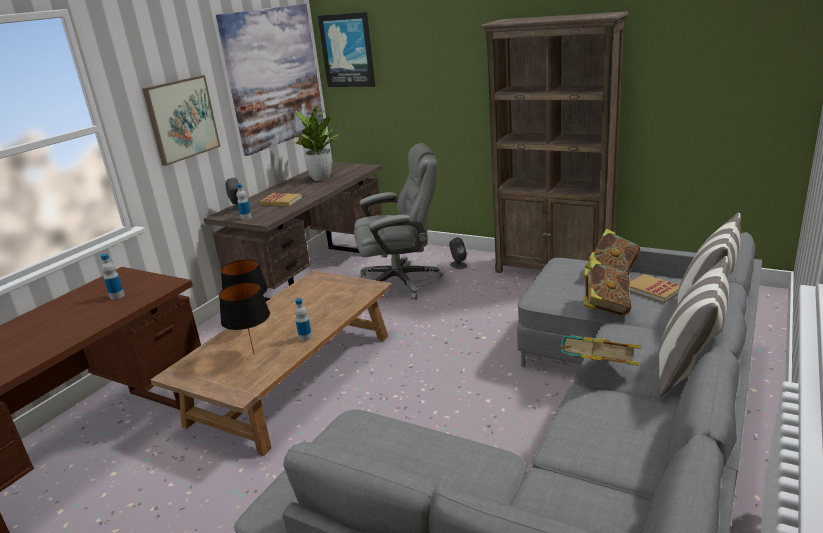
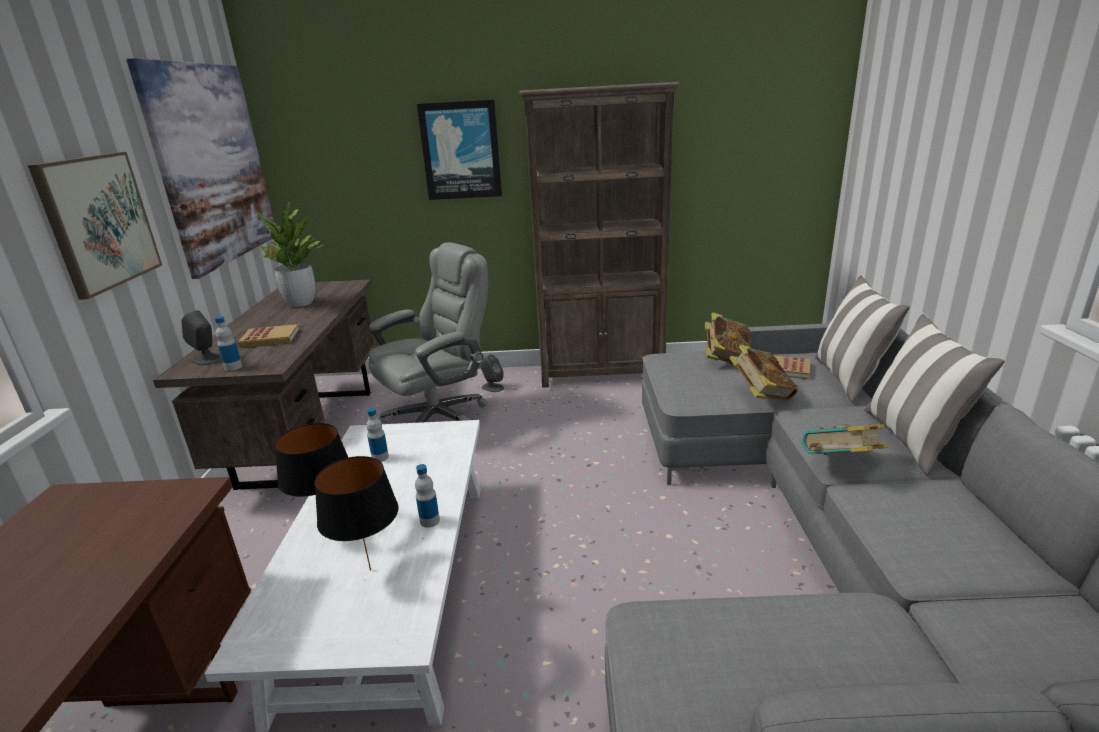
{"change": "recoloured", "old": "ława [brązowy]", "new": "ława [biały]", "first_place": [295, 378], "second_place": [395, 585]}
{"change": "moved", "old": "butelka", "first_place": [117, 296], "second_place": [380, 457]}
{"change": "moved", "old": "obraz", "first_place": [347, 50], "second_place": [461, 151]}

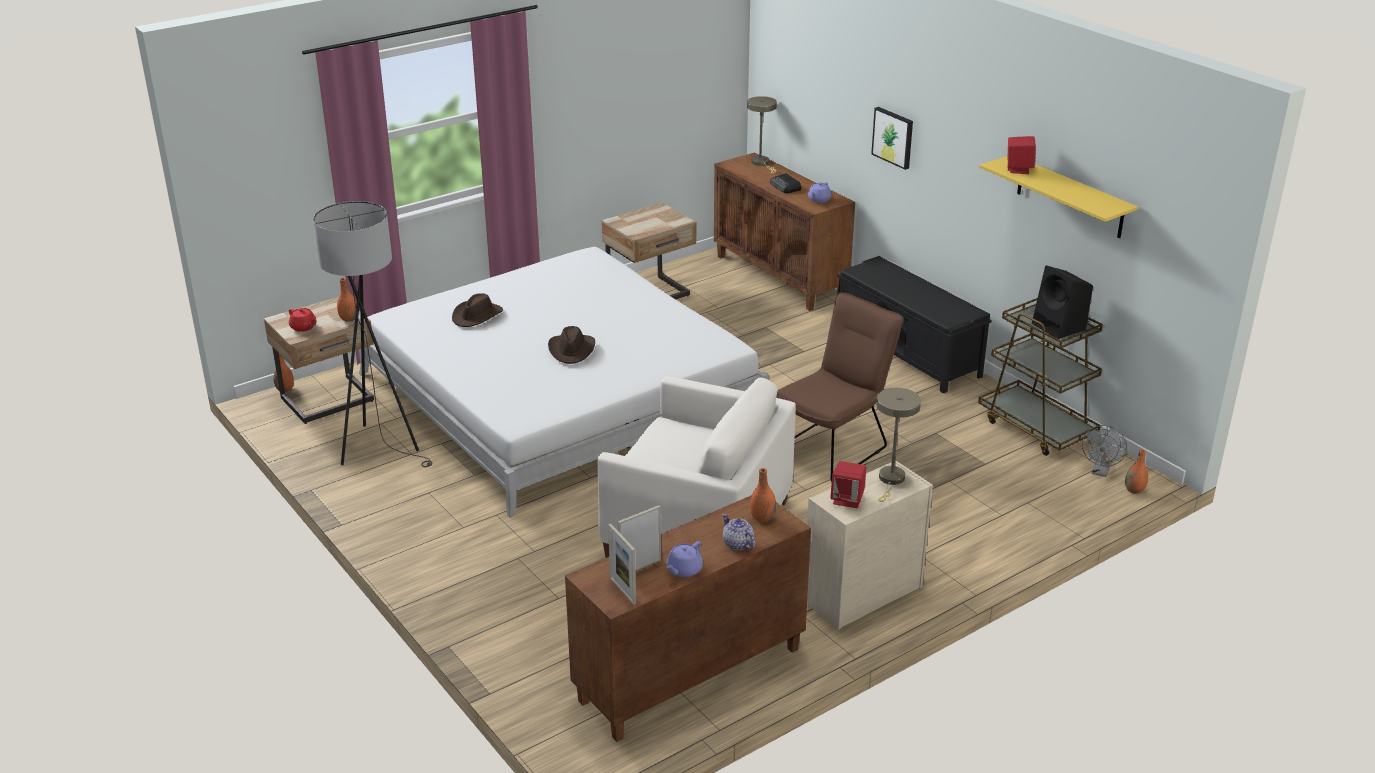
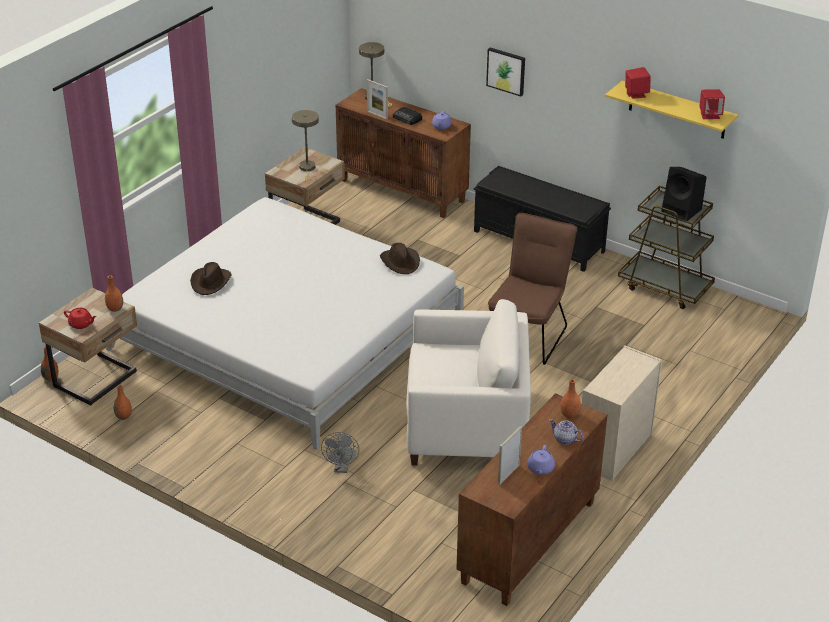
{"change": "moved", "old": "wazon [pomarańczowy]", "first_place": [1134, 490], "second_place": [123, 417]}
{"change": "moved", "old": "lampa stołowa [beżowy]", "first_place": [891, 480], "second_place": [307, 169]}
{"change": "moved", "old": "wentylator [szary]", "first_place": [1100, 472], "second_place": [342, 468]}
{"change": "moved", "old": "ramka na zdjęcie", "first_place": [622, 591], "second_place": [377, 115]}
{"change": "moved", "old": "kapelusz [brązowy]", "first_place": [572, 350], "second_place": [400, 262]}
{"change": "moved", "old": "głośnik [czerwony]", "first_place": [847, 500], "second_place": [710, 115]}
{"change": "removed", "old": "lampa stojąca [szary]", "first_place": [381, 447]}

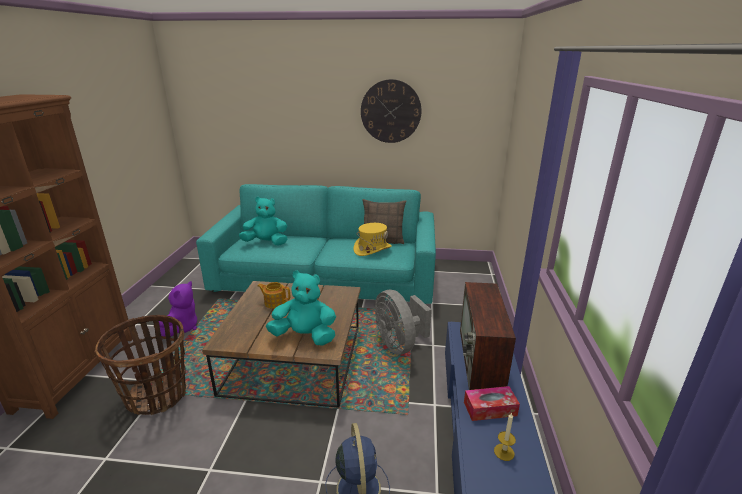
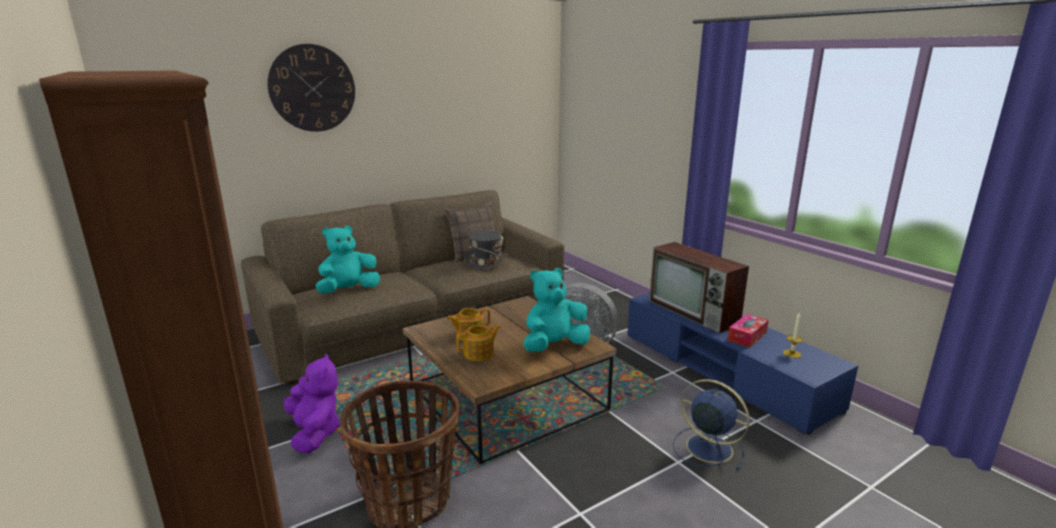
{"change": "recoloured", "old": "kanapa [turkusowy]", "new": "kanapa [brązowy]", "first_place": [325, 276], "second_place": [415, 320]}
{"change": "moved", "old": "zegar ścienny", "first_place": [390, 111], "second_place": [312, 88]}
{"change": "added", "new": "imbryk", "second_place": [479, 353]}
{"change": "recoloured", "old": "kapelusz [żółty]", "new": "kapelusz [szary]", "first_place": [372, 249], "second_place": [485, 262]}

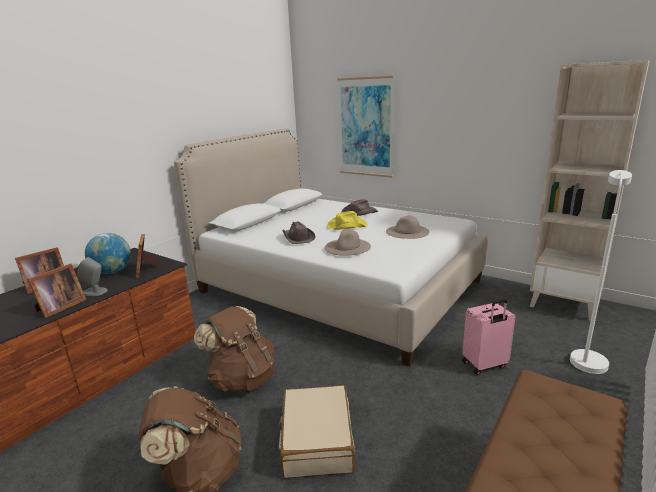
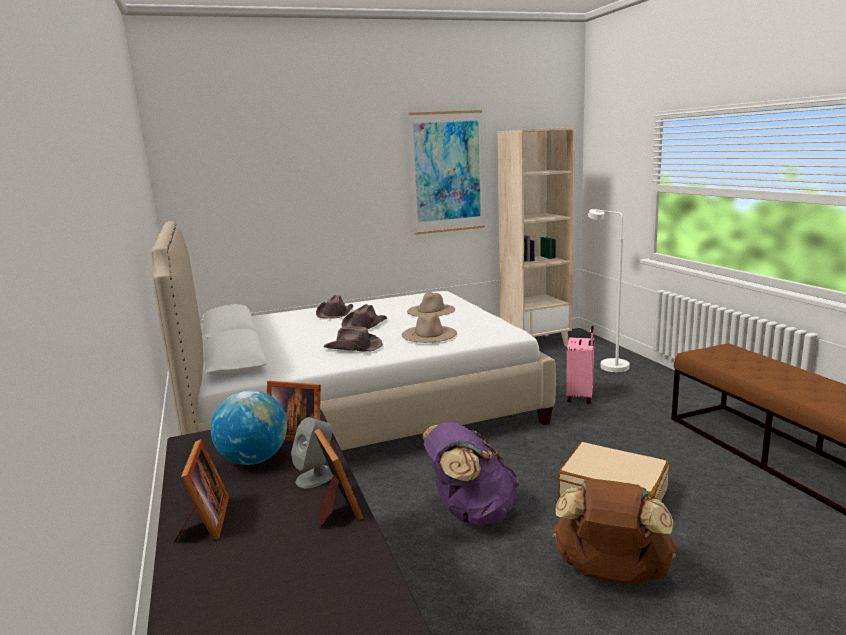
{"change": "recoloured", "old": "kapelusz [żółty]", "new": "kapelusz [brązowy]", "first_place": [346, 225], "second_place": [364, 324]}
{"change": "moved", "old": "obraz", "first_place": [365, 127], "second_place": [447, 172]}
{"change": "recoloured", "old": "plecak [brązowy]", "new": "plecak [fioletowy]", "first_place": [242, 379], "second_place": [471, 513]}

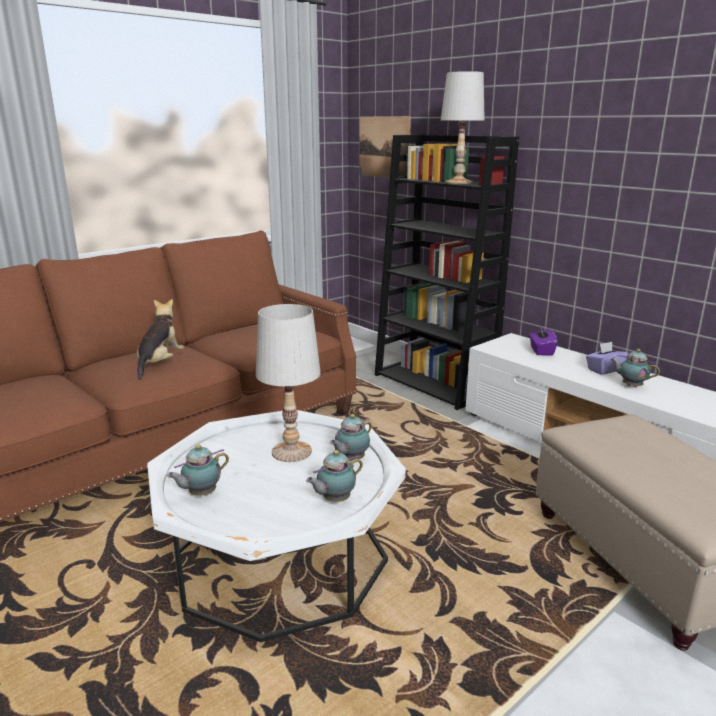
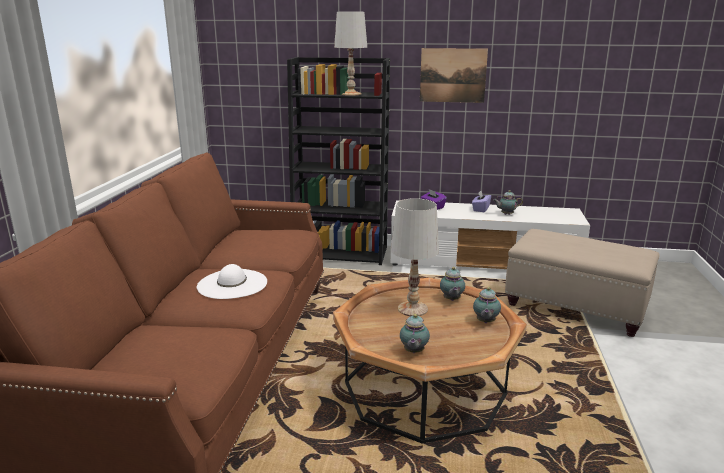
{"change": "replaced", "old": "pluszak", "new": "kapelusz [biały]", "first_place": [160, 363], "second_place": [232, 284]}
{"change": "recoloured", "old": "ława [biały]", "new": "ława [brązowy]", "first_place": [280, 559], "second_place": [424, 389]}
{"change": "moved", "old": "obraz", "first_place": [384, 147], "second_place": [453, 75]}

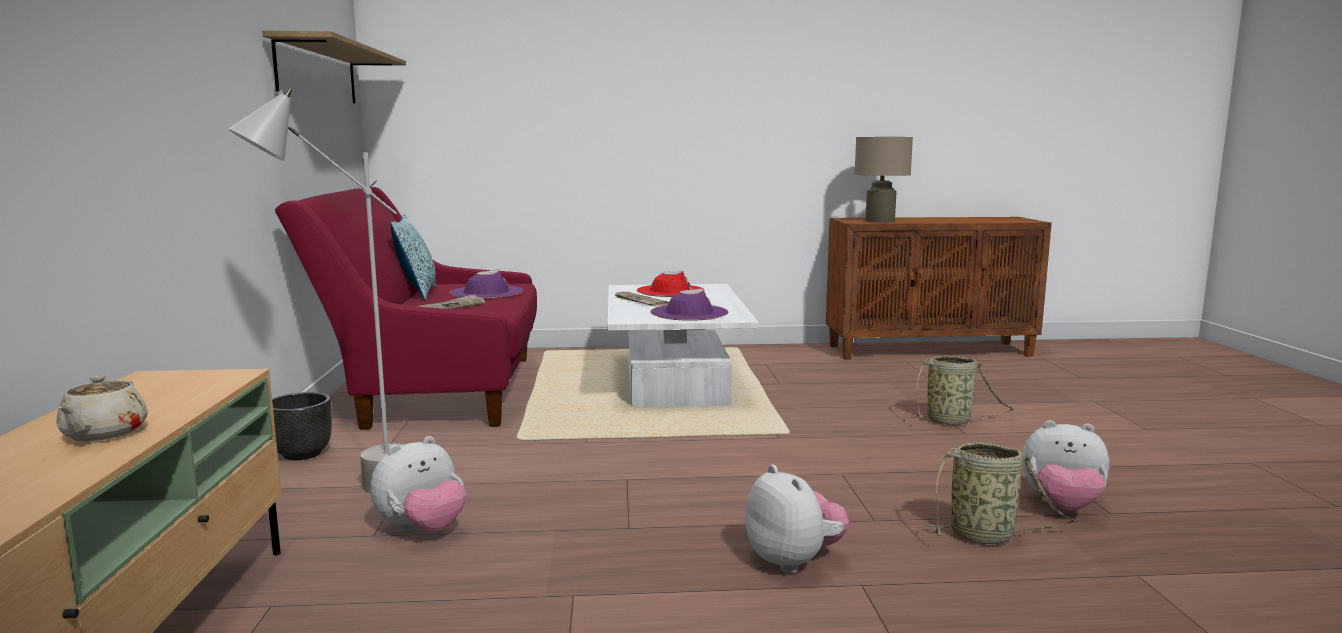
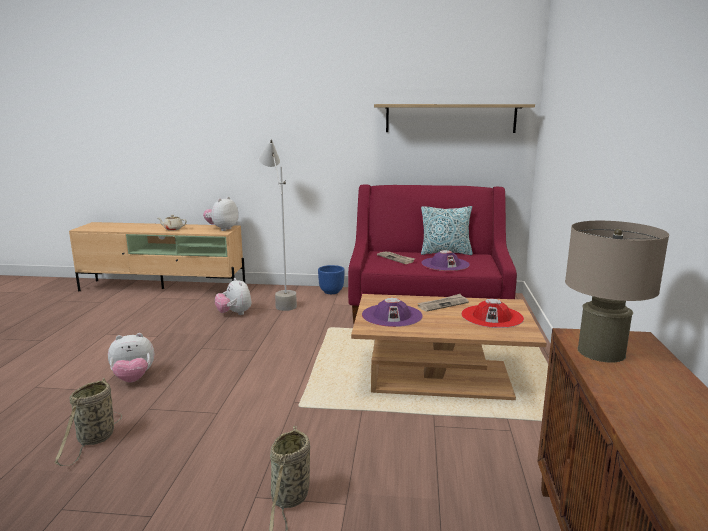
{"change": "moved", "old": "pluszak", "first_place": [1062, 507], "second_place": [222, 229]}
{"change": "recoloured", "old": "donica [czarny]", "new": "donica [niebieski]", "first_place": [302, 454], "second_place": [331, 291]}
{"change": "recoloured", "old": "ława [biały]", "new": "ława [brązowy]", "first_place": [674, 382], "second_place": [440, 378]}

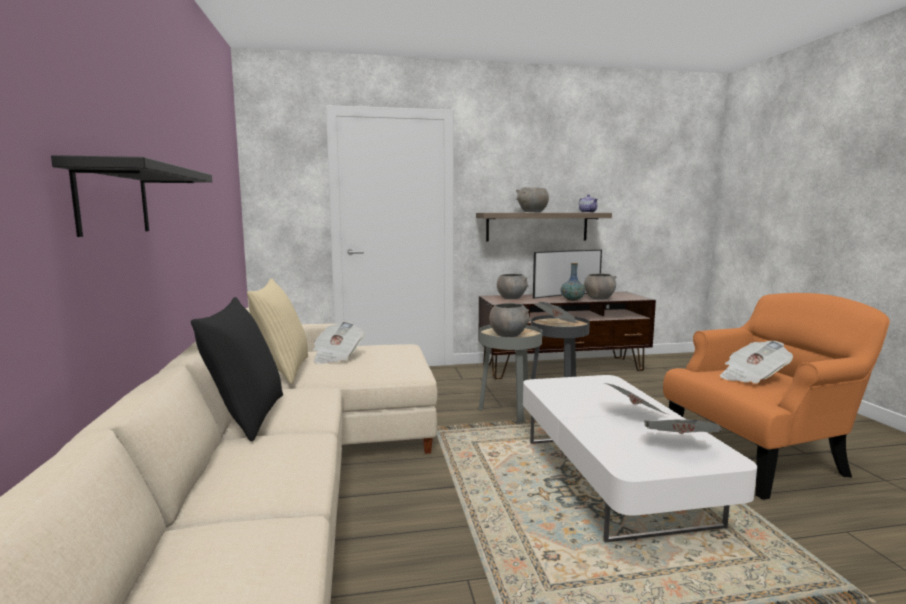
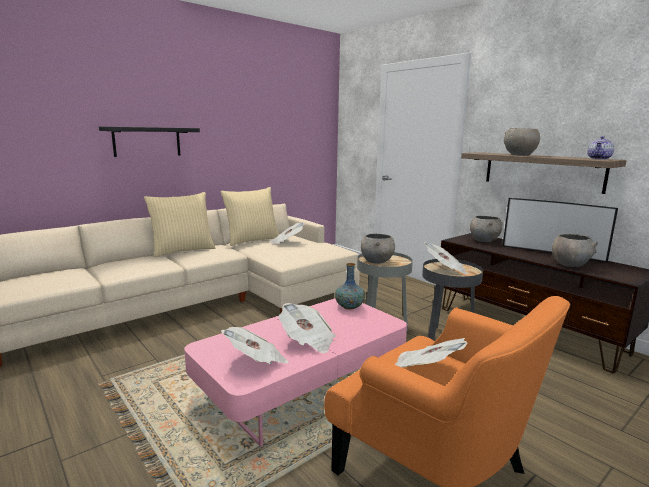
{"change": "recoloured", "old": "poduszka [czarny]", "new": "poduszka [beżowy]", "first_place": [246, 417], "second_place": [182, 250]}
{"change": "recoloured", "old": "ława [biały]", "new": "ława [różowy]", "first_place": [613, 479], "second_place": [303, 386]}
{"change": "moved", "old": "wazon", "first_place": [572, 300], "second_place": [349, 307]}

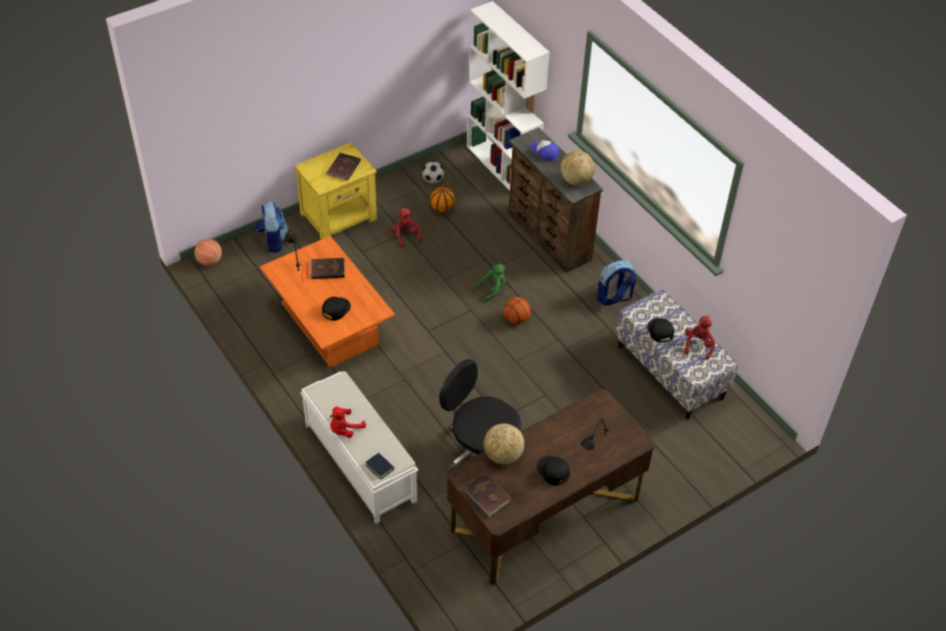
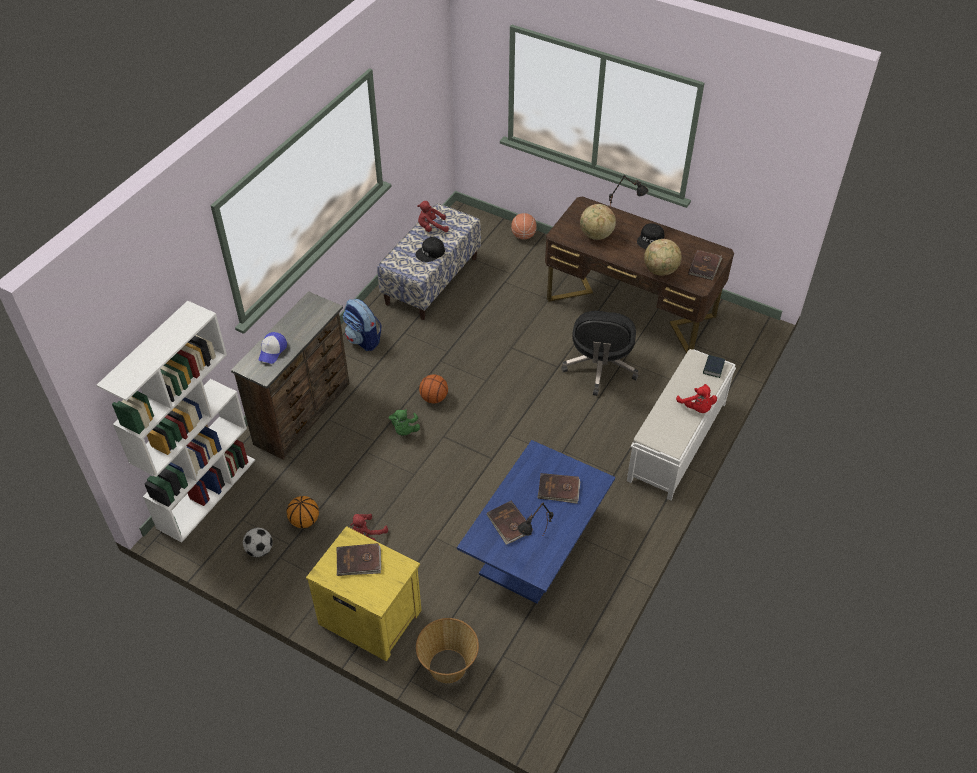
{"change": "turned", "old": "pluszak [zielony]", "first_place": [493, 289], "second_place": [404, 430], "degrees": -120}
{"change": "replaced", "old": "plecak", "new": "koszyk", "first_place": [272, 241], "second_place": [448, 666]}
{"change": "recoloured", "old": "ława [pomarańczowy]", "new": "ława [niebieski]", "first_place": [329, 323], "second_place": [536, 545]}
{"change": "moved", "old": "piłka do koszykówki", "first_place": [210, 261], "second_place": [523, 235]}
{"change": "replaced", "old": "czapka z daszkiem [czarny]", "new": "książka [brązowy]", "first_place": [335, 309], "second_place": [558, 489]}
{"change": "moved", "old": "globus", "first_place": [576, 180], "second_place": [596, 235]}
{"change": "turned", "old": "pluszak [czerwony]", "first_place": [345, 429], "second_place": [696, 408], "degrees": 45}

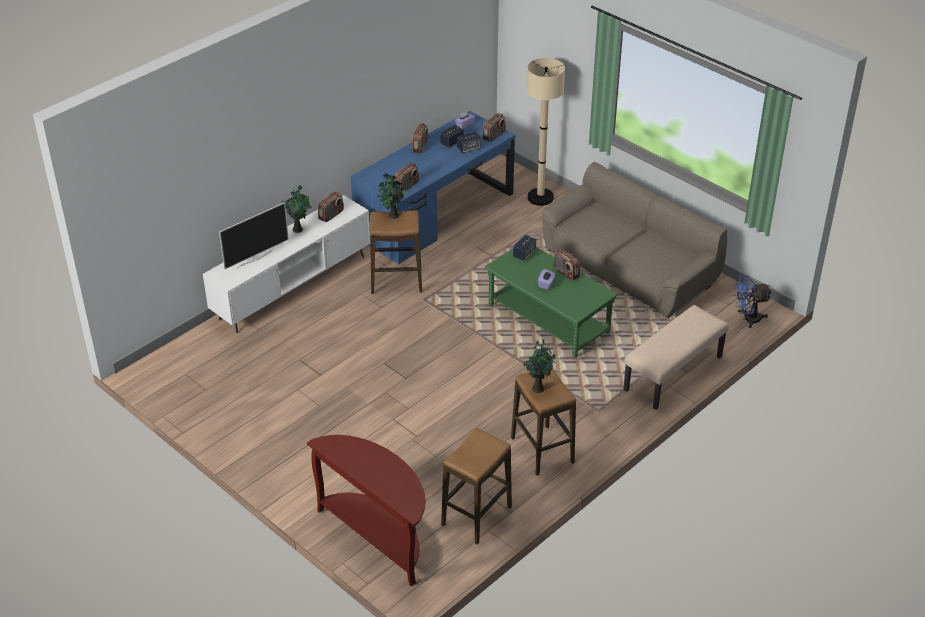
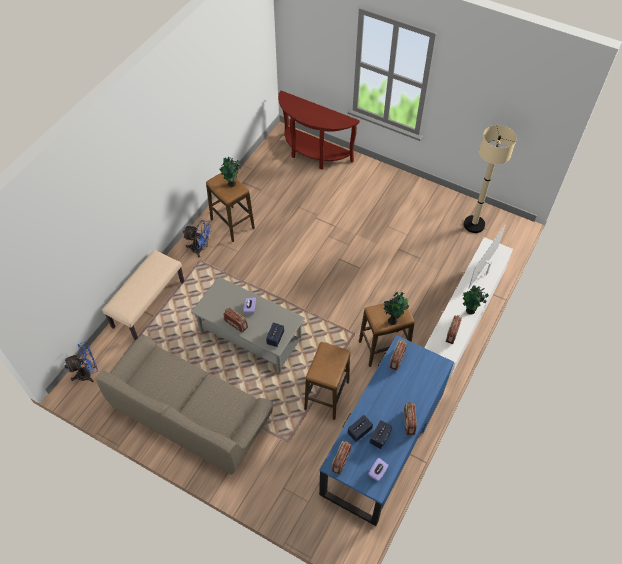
{"change": "added", "new": "wentylator [niebieski]", "second_place": [200, 249]}
{"change": "recoloured", "old": "ława [zielony]", "new": "ława [szary]", "first_place": [548, 319], "second_place": [250, 336]}
{"change": "moved", "old": "stołek", "first_place": [476, 516], "second_place": [327, 395]}
{"change": "moved", "old": "lampa stojąca [beżowy]", "first_place": [540, 198], "second_place": [474, 224]}

